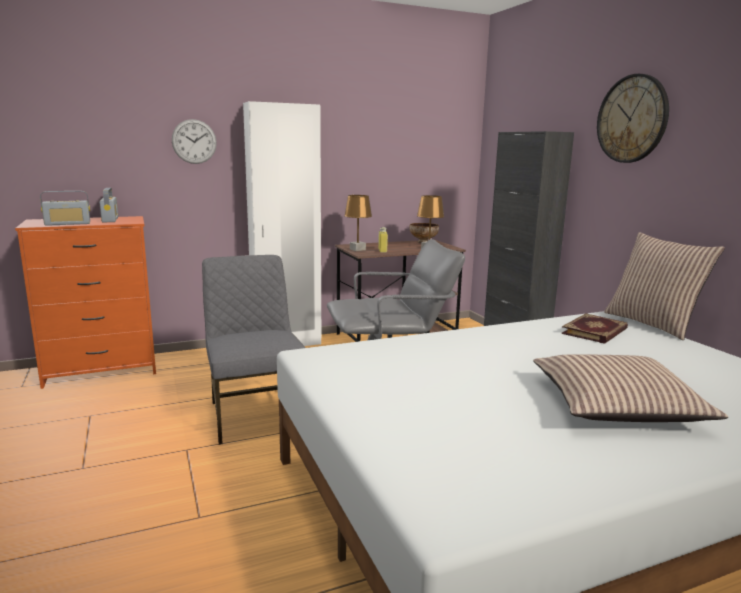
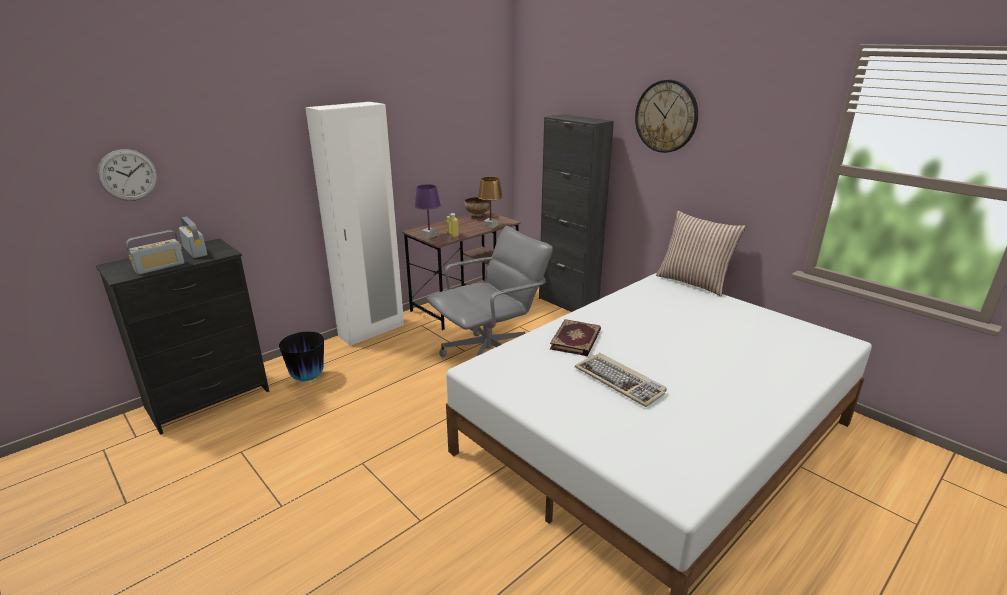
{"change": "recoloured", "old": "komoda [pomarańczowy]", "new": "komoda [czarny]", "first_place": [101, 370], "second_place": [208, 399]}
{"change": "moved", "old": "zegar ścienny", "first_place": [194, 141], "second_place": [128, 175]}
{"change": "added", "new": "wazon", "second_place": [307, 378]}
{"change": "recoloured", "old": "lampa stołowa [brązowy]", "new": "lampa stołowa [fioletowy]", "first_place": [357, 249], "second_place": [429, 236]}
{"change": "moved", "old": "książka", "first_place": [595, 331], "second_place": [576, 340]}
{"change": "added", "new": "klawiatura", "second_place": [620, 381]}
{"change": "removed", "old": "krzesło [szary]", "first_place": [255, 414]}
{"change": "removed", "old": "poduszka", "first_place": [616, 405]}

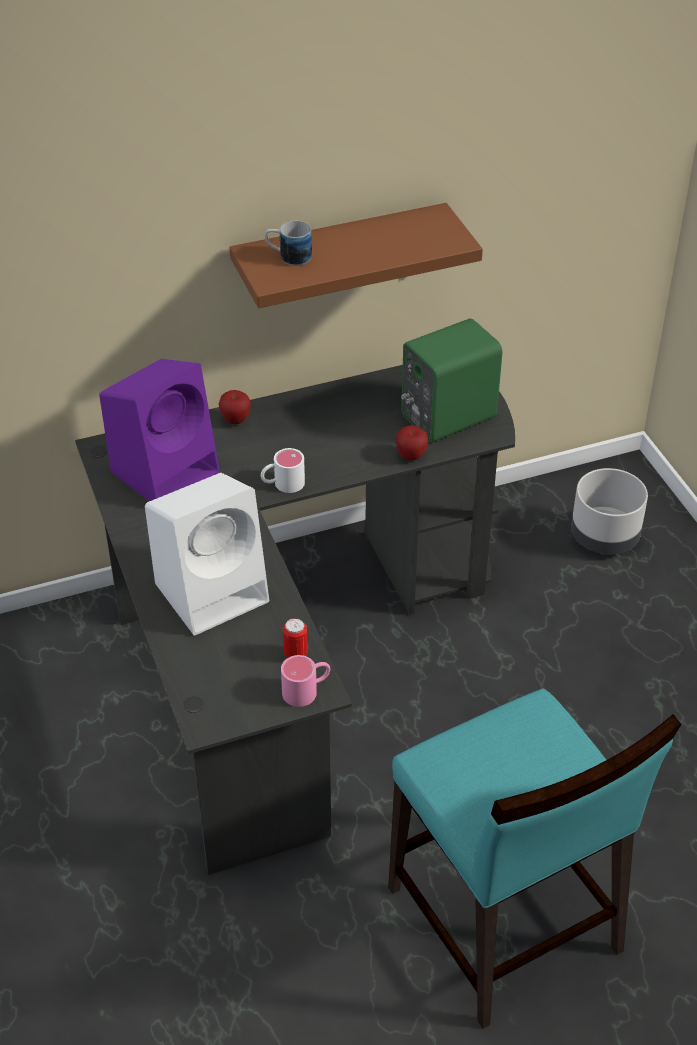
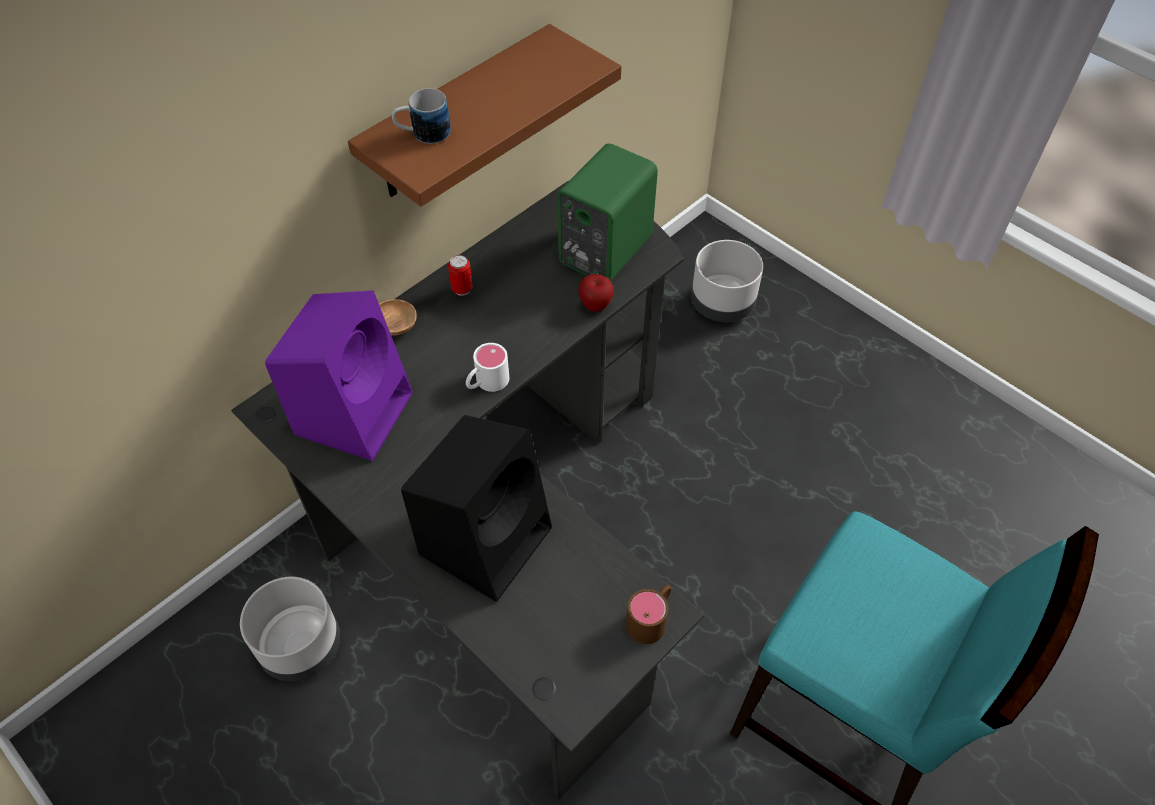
{"change": "added", "new": "donica [szary]", "second_place": [300, 647]}
{"change": "replaced", "old": "jabłko", "new": "miska [brązowy]", "first_place": [235, 420], "second_place": [396, 326]}
{"change": "recoloured", "old": "głośnik [biały]", "new": "głośnik [czarny]", "first_place": [214, 591], "second_place": [487, 537]}
{"change": "moved", "old": "puszka", "first_place": [295, 654], "second_place": [462, 289]}
{"change": "recoloured", "old": "kubek [różowy]", "new": "kubek [brązowy]", "first_place": [307, 690], "second_place": [651, 618]}

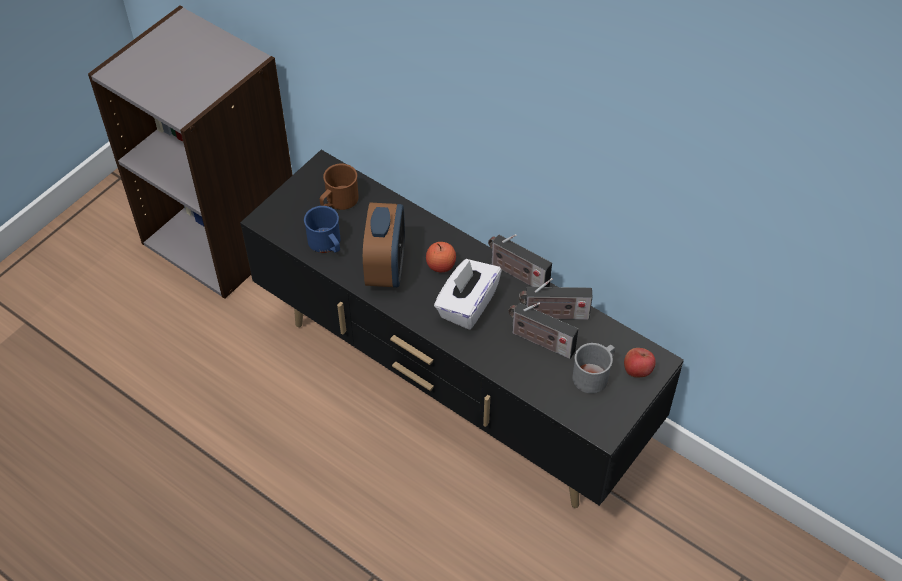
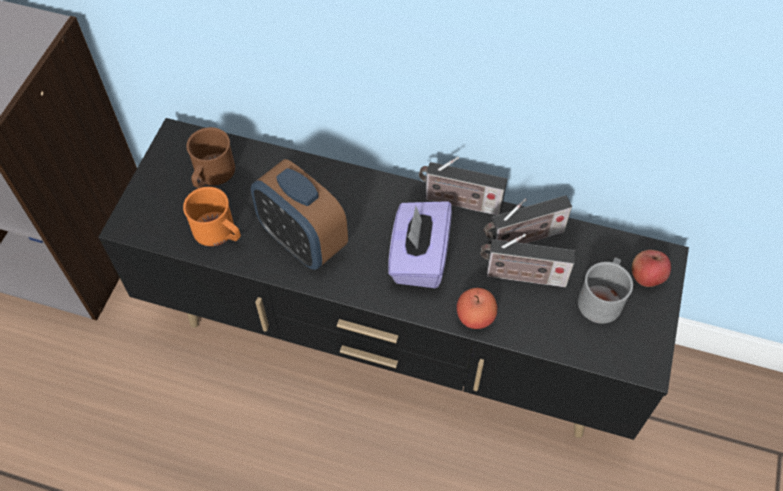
{"change": "recoloured", "old": "kubek [niebieski]", "new": "kubek [pomarańczowy]", "first_place": [327, 244], "second_place": [219, 233]}
{"change": "turned", "old": "budzik", "first_place": [386, 268], "second_place": [303, 241], "degrees": 150}
{"change": "recoloured", "old": "pudełko chusteczek [biały]", "new": "pudełko chusteczek [fioletowy]", "first_place": [467, 305], "second_place": [419, 258]}
{"change": "moved", "old": "jabłko", "first_place": [441, 265], "second_place": [475, 317]}

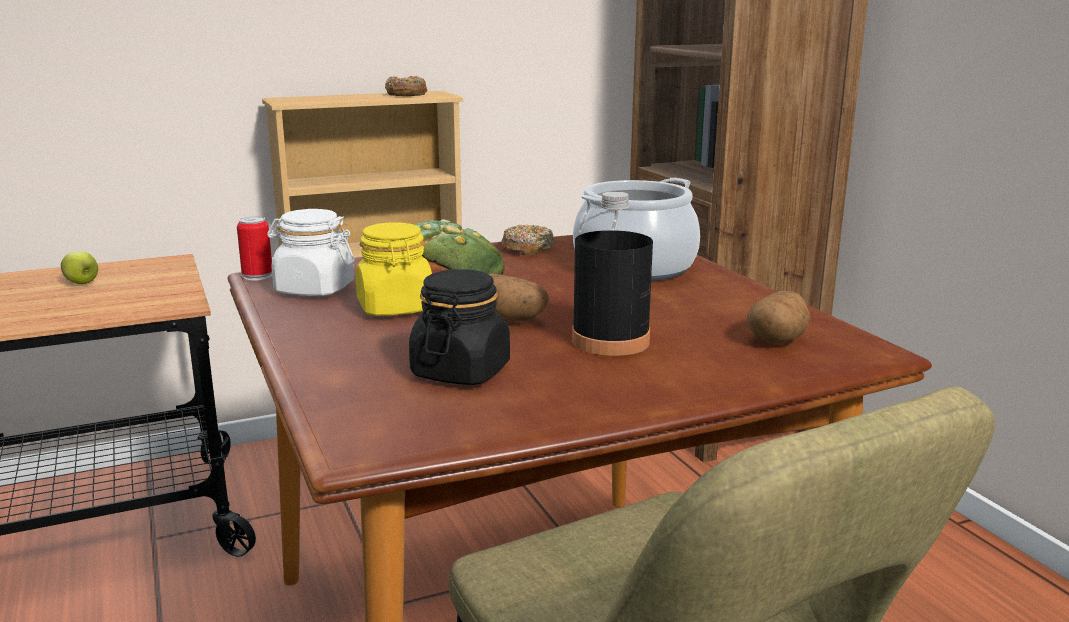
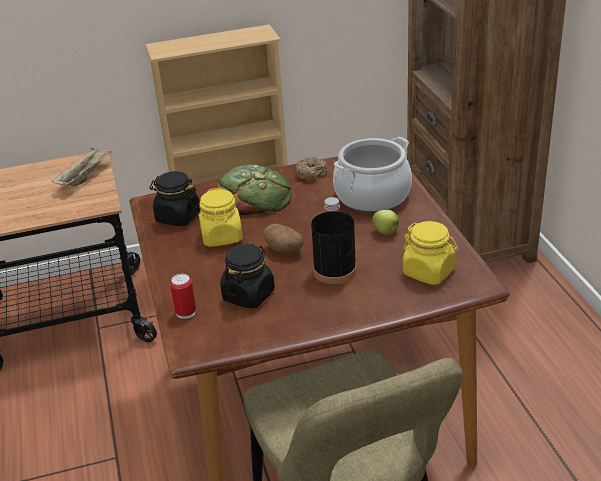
{"change": "added", "new": "taca [beżowy]", "second_place": [84, 177]}
{"change": "recoloured", "old": "słoik [biały]", "new": "słoik [czarny]", "first_place": [314, 289], "second_place": [178, 217]}
{"change": "moved", "old": "puszka", "first_place": [257, 276], "second_place": [186, 312]}
{"change": "moved", "old": "jabłko", "first_place": [82, 283], "second_place": [386, 232]}
{"change": "replaced", "old": "ziemniak", "new": "słoik [żółty]", "first_place": [777, 339], "second_place": [429, 272]}
{"change": "removed", "old": "donut", "first_place": [406, 94]}

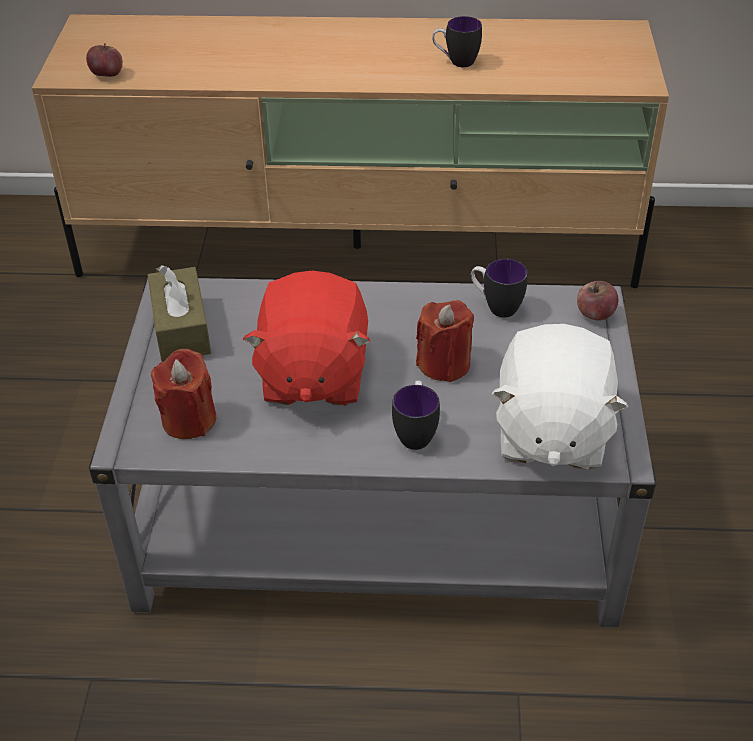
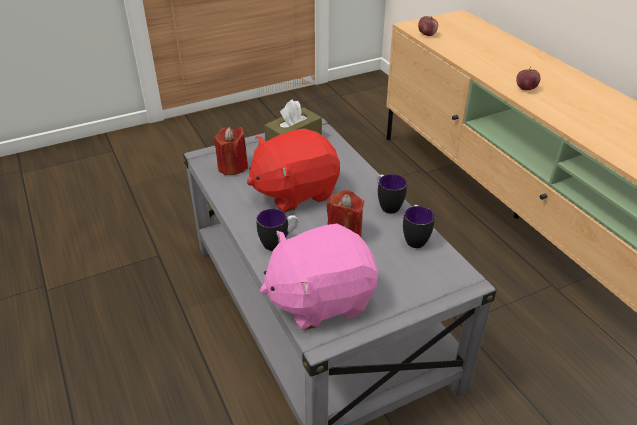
{"change": "recoloured", "old": "pluszak [biały]", "new": "pluszak [różowy]", "first_place": [550, 432], "second_place": [320, 299]}
{"change": "moved", "old": "kubek", "first_place": [455, 62], "second_place": [387, 205]}
{"change": "moved", "old": "jabłko", "first_place": [595, 314], "second_place": [525, 88]}

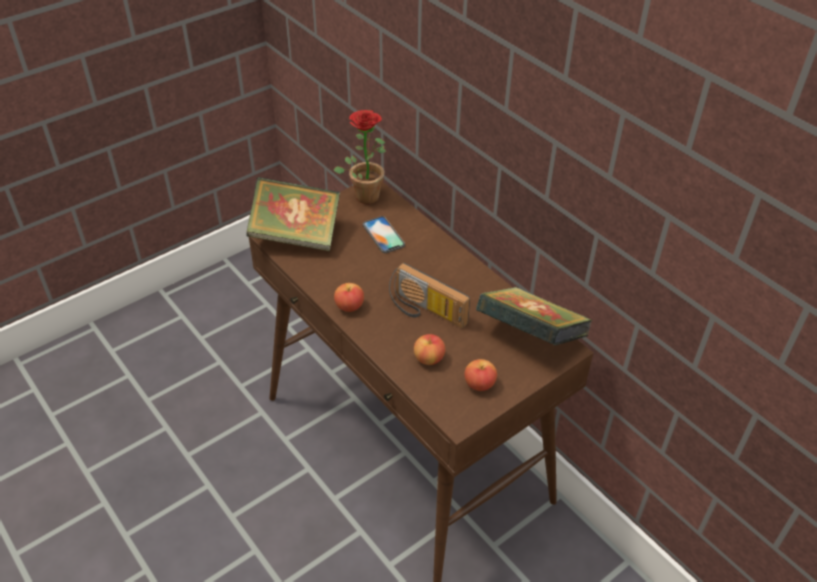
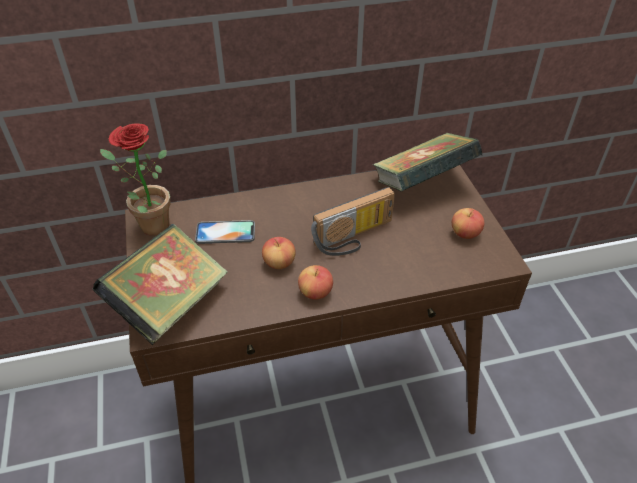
{"change": "moved", "old": "jabłko", "first_place": [429, 358], "second_place": [279, 263]}

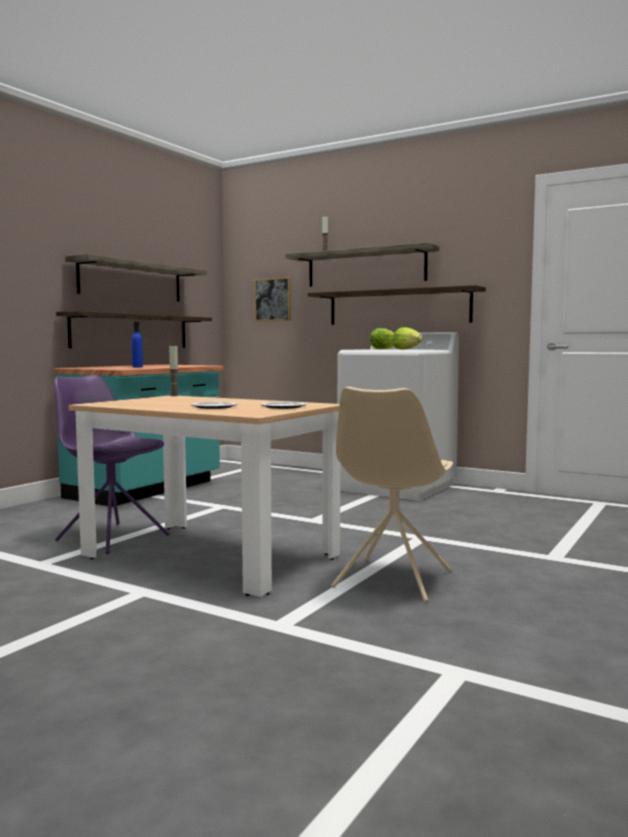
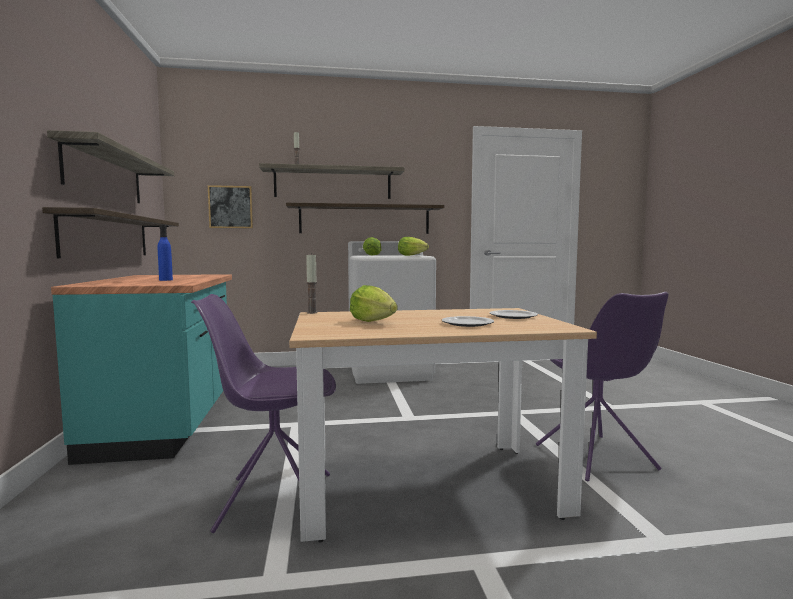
{"change": "added", "new": "sałata", "second_place": [373, 321]}
{"change": "recoloured", "old": "krzesło [beżowy]", "new": "krzesło [fioletowy]", "first_place": [392, 580], "second_place": [596, 458]}

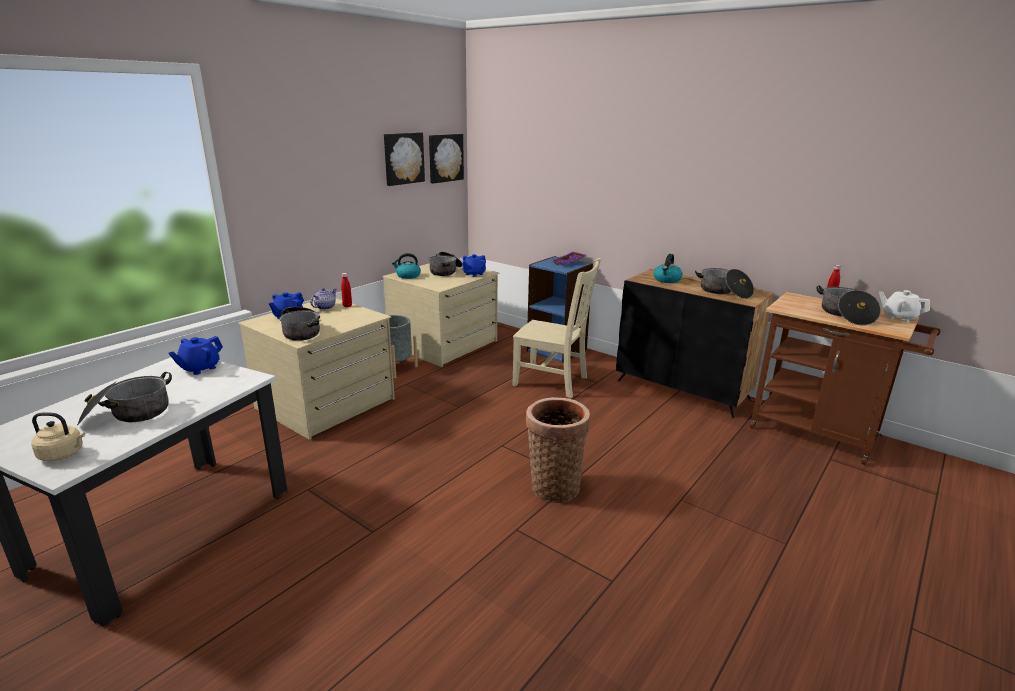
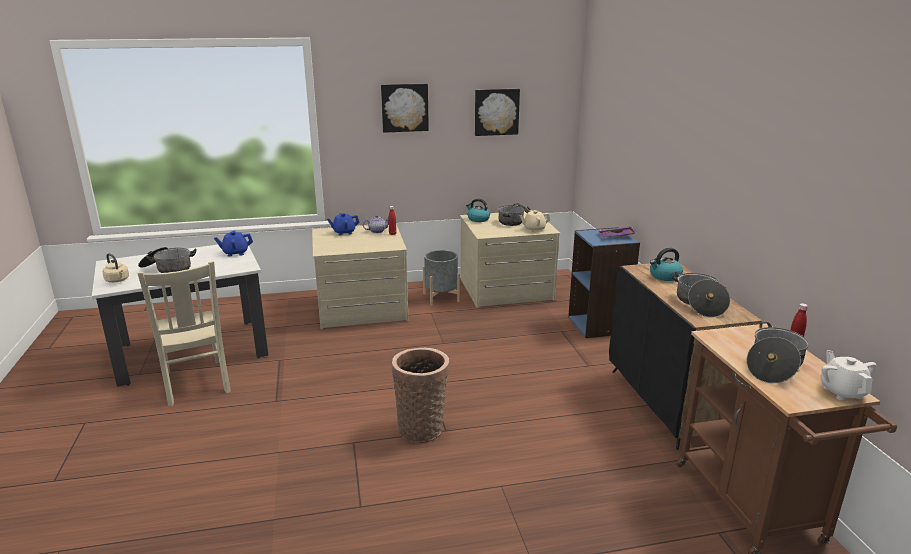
{"change": "moved", "old": "krzesło [beżowy]", "first_place": [553, 382], "second_place": [196, 383]}
{"change": "moved", "old": "obraz", "first_place": [445, 158], "second_place": [404, 107]}
{"change": "recoloured", "old": "imbryk [niebieski]", "new": "imbryk [beżowy]", "first_place": [474, 274], "second_place": [534, 229]}
{"change": "removed", "old": "garnek", "first_place": [302, 332]}

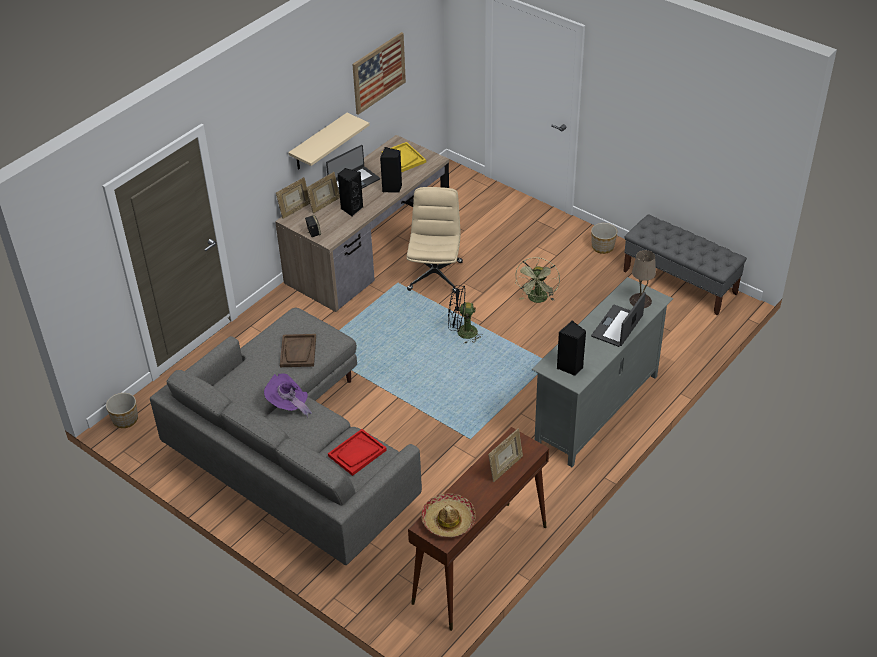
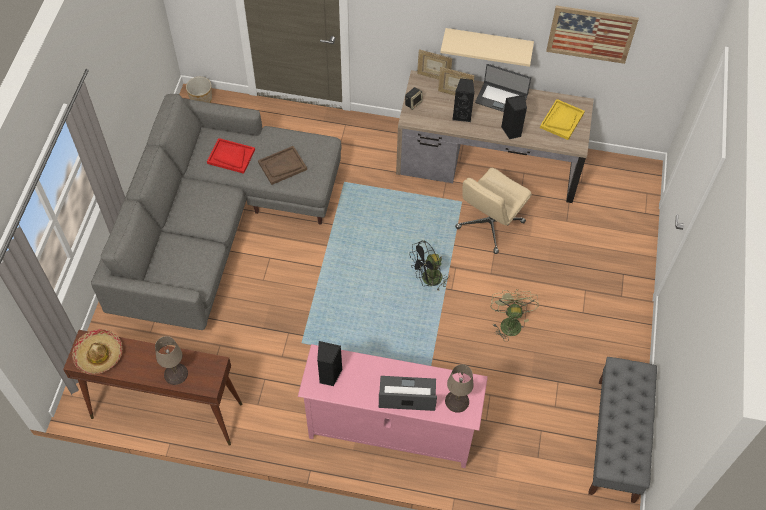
{"change": "replaced", "old": "ramka na zdjęcie", "new": "lampa stołowa [beżowy]", "first_place": [505, 468], "second_place": [176, 373]}
{"change": "moved", "old": "taca [czerwony]", "first_place": [357, 453], "second_place": [231, 156]}
{"change": "recoloured", "old": "szafka pod telewizor [szary]", "new": "szafka pod telewizor [różowy]", "first_place": [597, 411], "second_place": [390, 432]}
{"change": "turned", "old": "wentylator [czarny]", "first_place": [462, 333], "second_place": [428, 280], "degrees": -90}
{"change": "turned", "old": "krzesło biurowe [beżowy]", "first_place": [435, 275], "second_place": [489, 225], "degrees": 150}
{"change": "turned", "old": "wentylator [zielony]", "first_place": [537, 300], "second_place": [509, 322], "degrees": 105}
{"change": "removed", "old": "kapelusz [fioletowy]", "first_place": [288, 405]}
{"change": "removed", "old": "donica", "first_place": [602, 247]}

